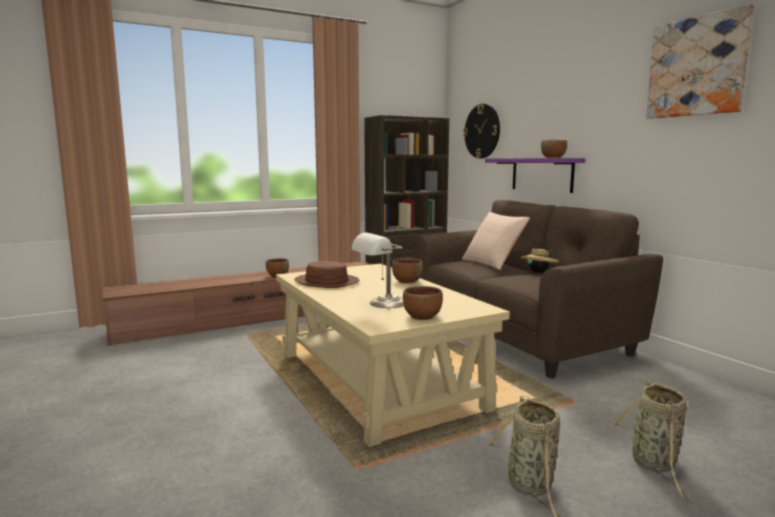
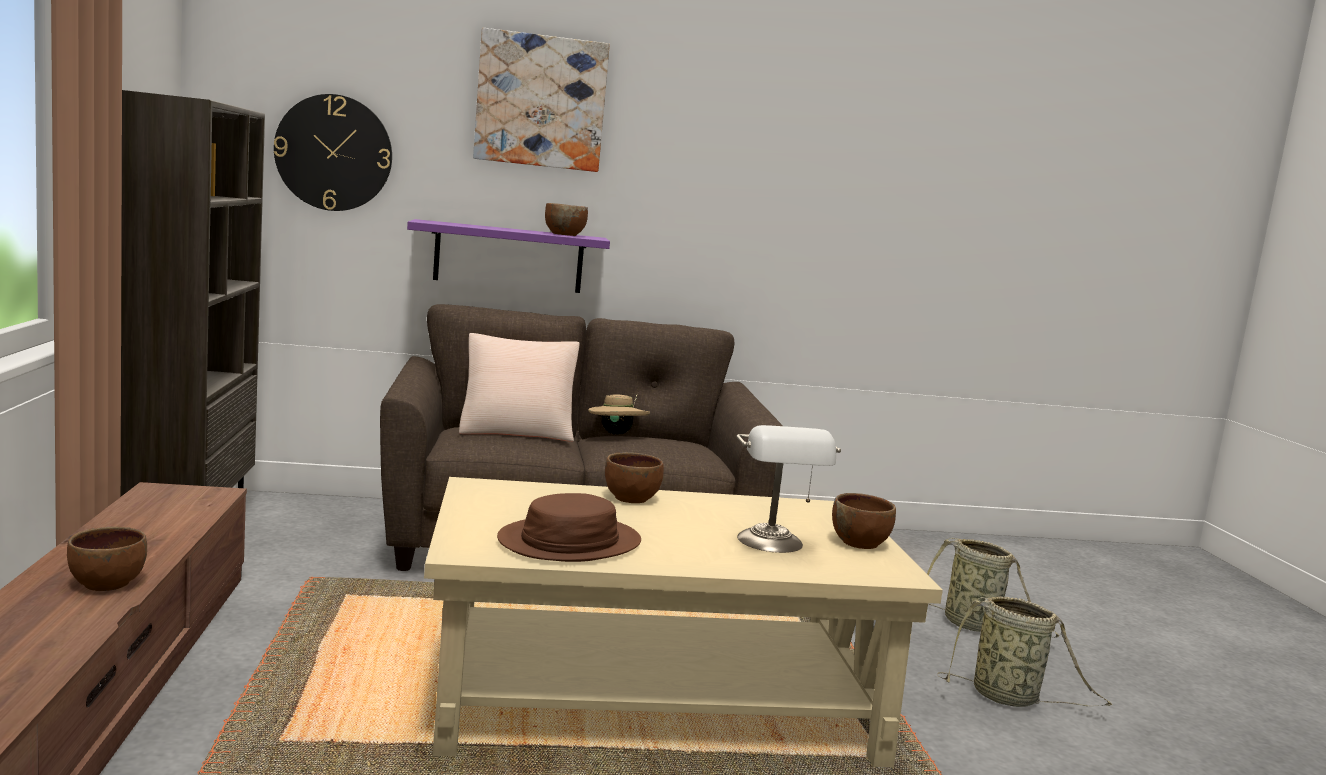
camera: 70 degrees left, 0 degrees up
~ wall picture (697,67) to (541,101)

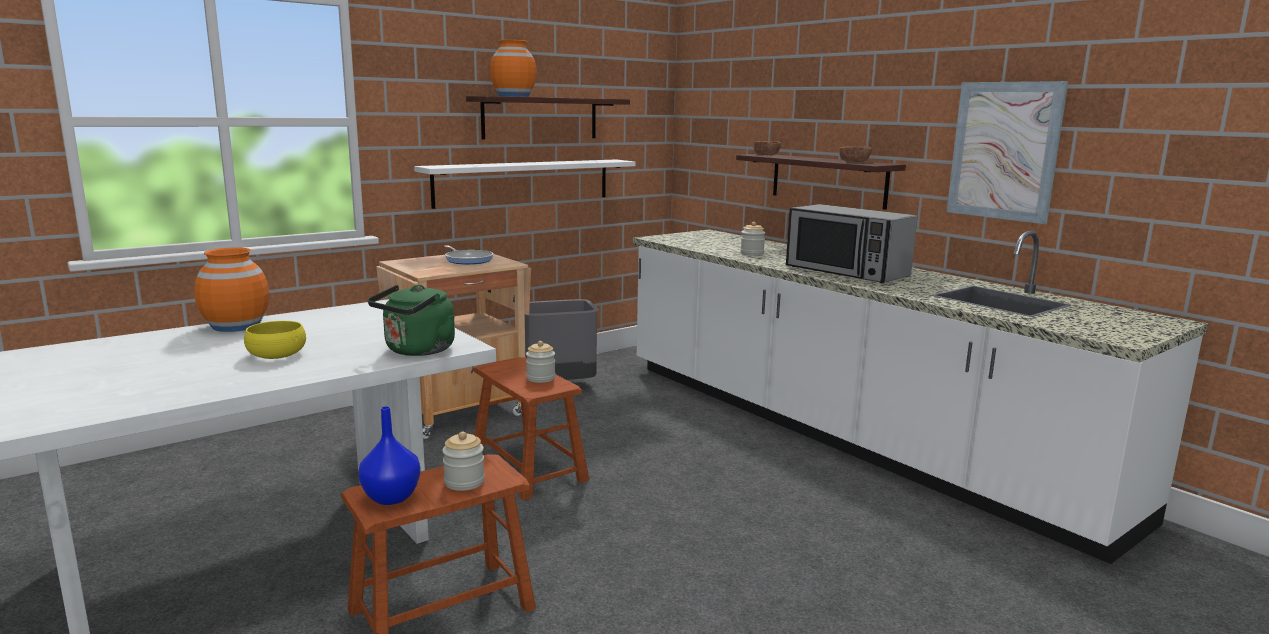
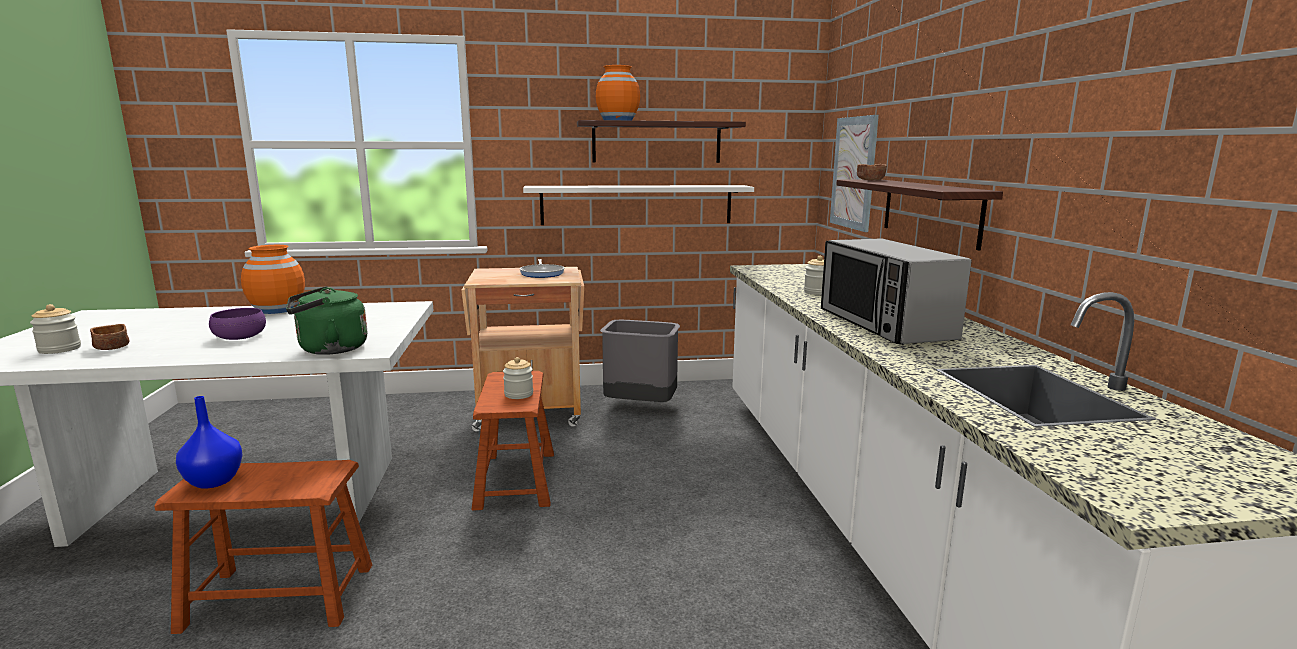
camera: 30 degrees right, 0 degrees up
~ preserve jar (464,482) to (59,349)
~ bowl (brownish) (854,161) to (112,347)
~ wall picture (1004,151) to (853,173)
~ bowl (yellow) (276,354) to bowl (purple-coloured) (239,336)

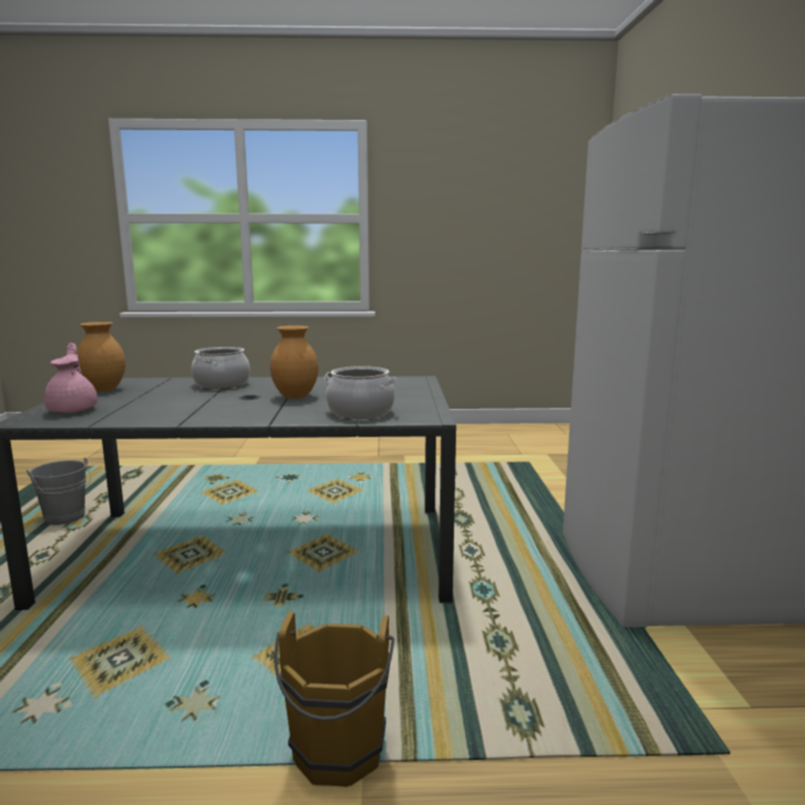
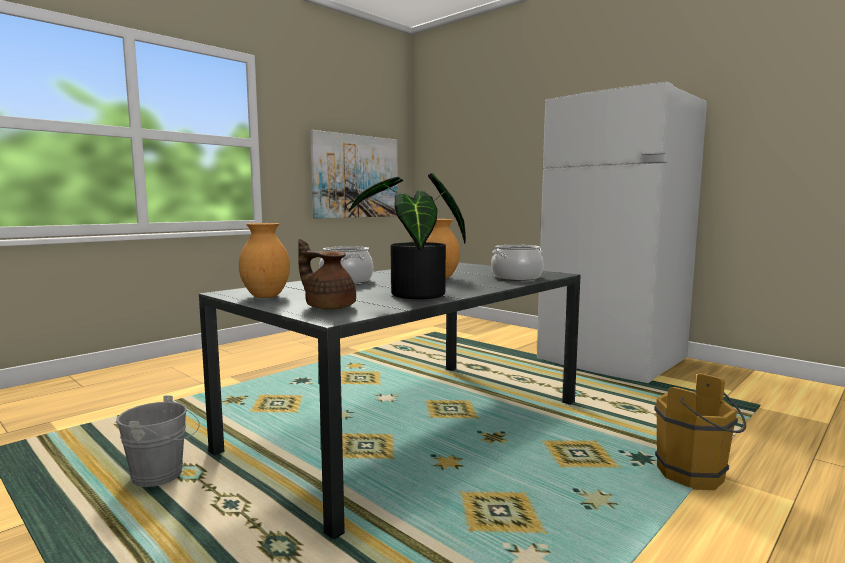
camera: 45 degrees left, 5 degrees down
+ wall picture (356,176)
+ houseplant (414,296)
~ teapot (pink) (74,409) to teapot (brownish) (329,307)

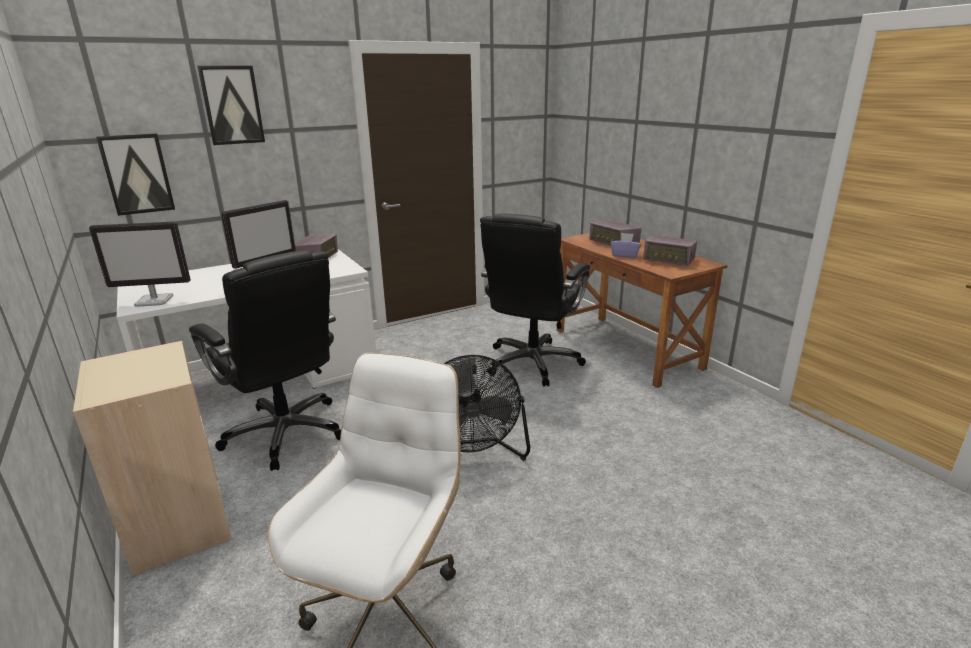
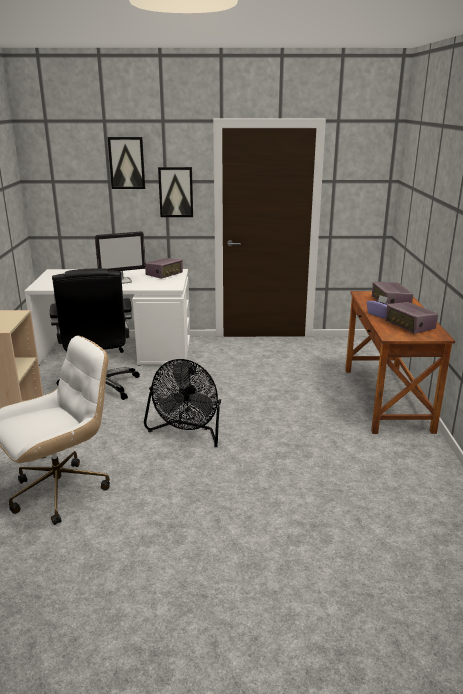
camera: 30 degrees right, 0 degrees up
- computer display (155,300)
- computer chair (black) (532,362)
~ wall picture (137,174) to (176,192)

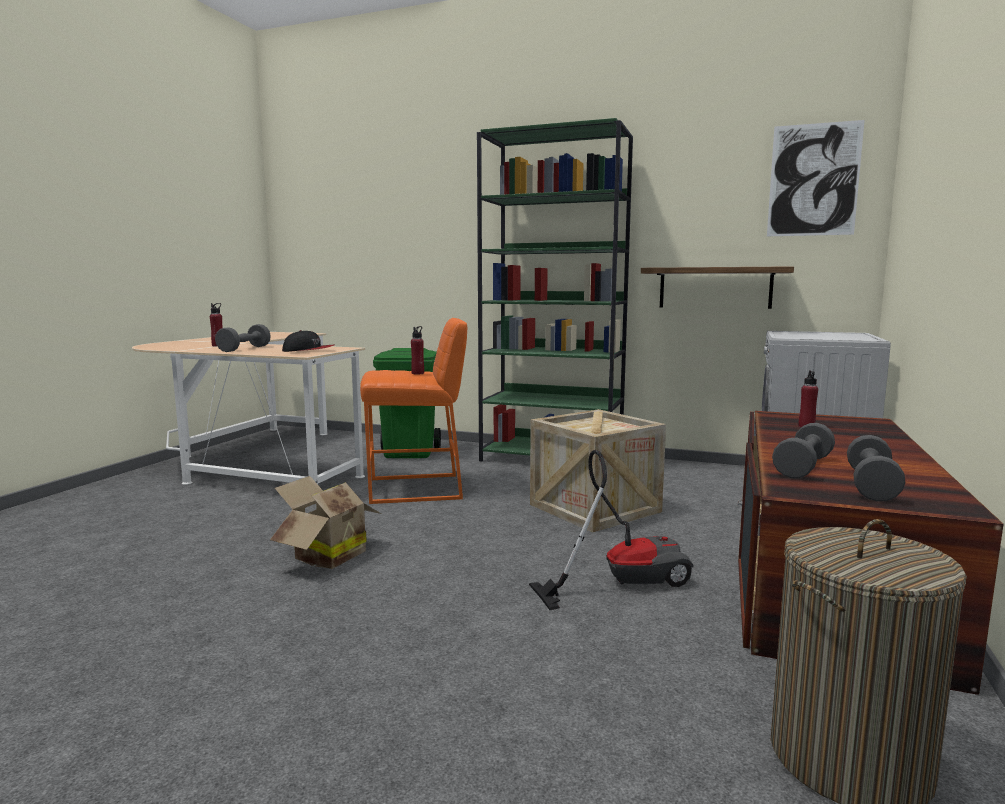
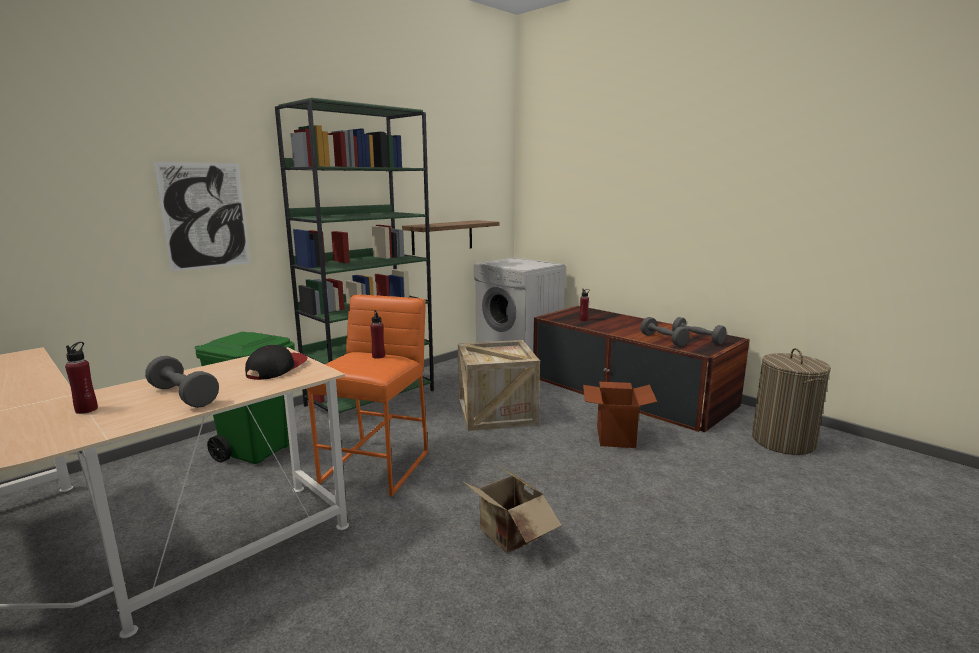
camera: 65 degrees left, 5 degrees up
~ wall picture (813,180) to (205,216)
~ vacuum (622,581) to packing box (615,436)

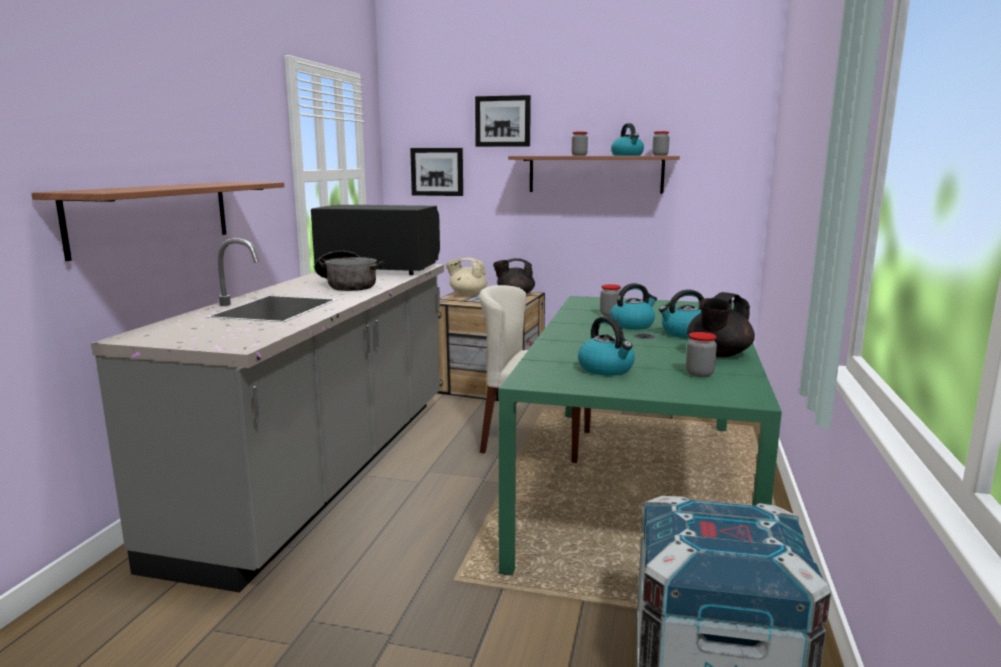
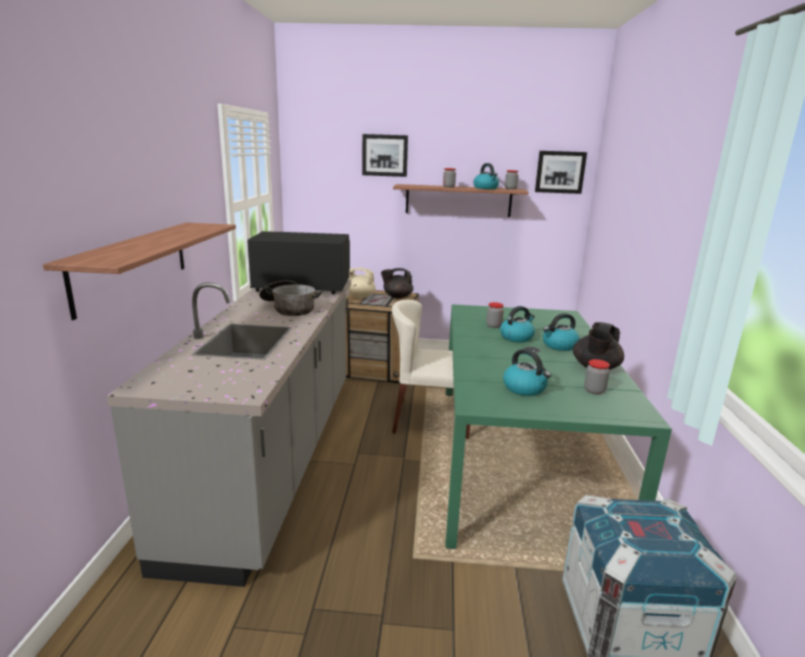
camera: 10 degrees left, 5 degrees up
~ wall picture (437,171) to (560,172)

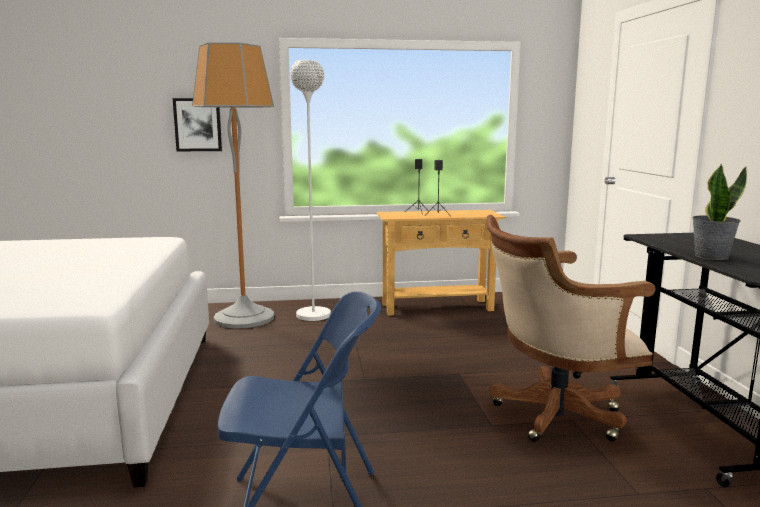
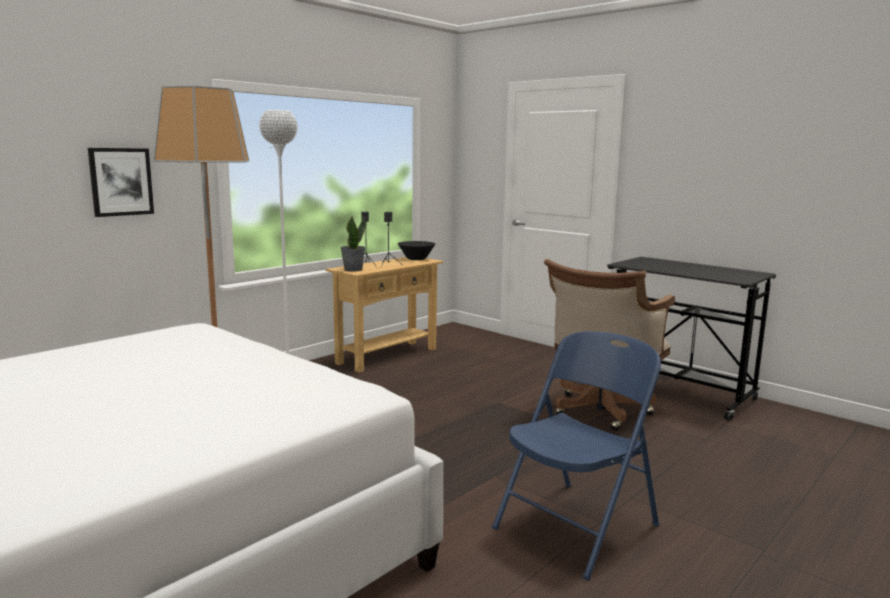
camera: 40 degrees left, 0 degrees up
+ bowl (black) (416,259)
~ houseplant (711,256) to (353,269)

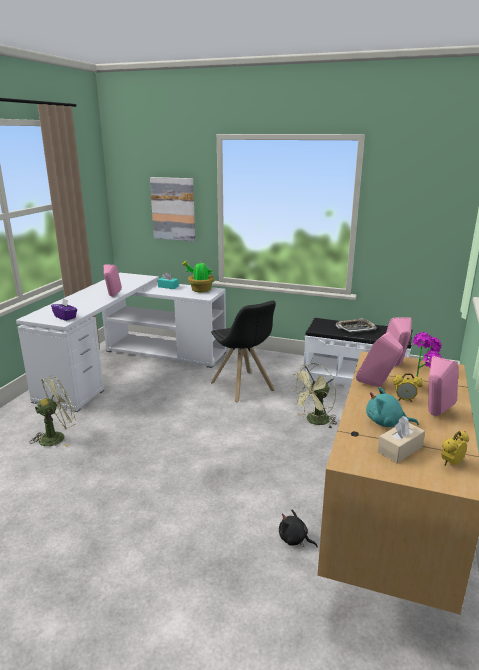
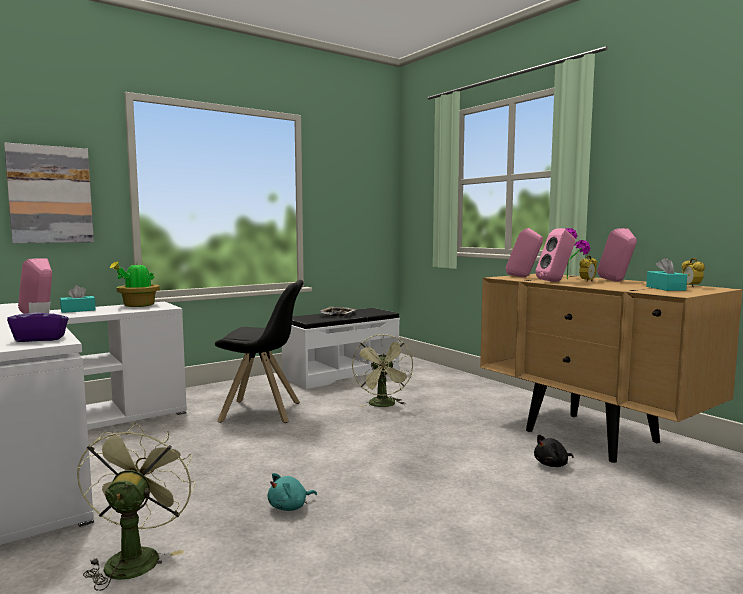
camera: 55 degrees left, 15 degrees down
~ soft toy (blue-green) (386,423) to (290,507)
~ tissue holder (beige-coloured) (400,449) to tissue holder (blue-green) (665,288)

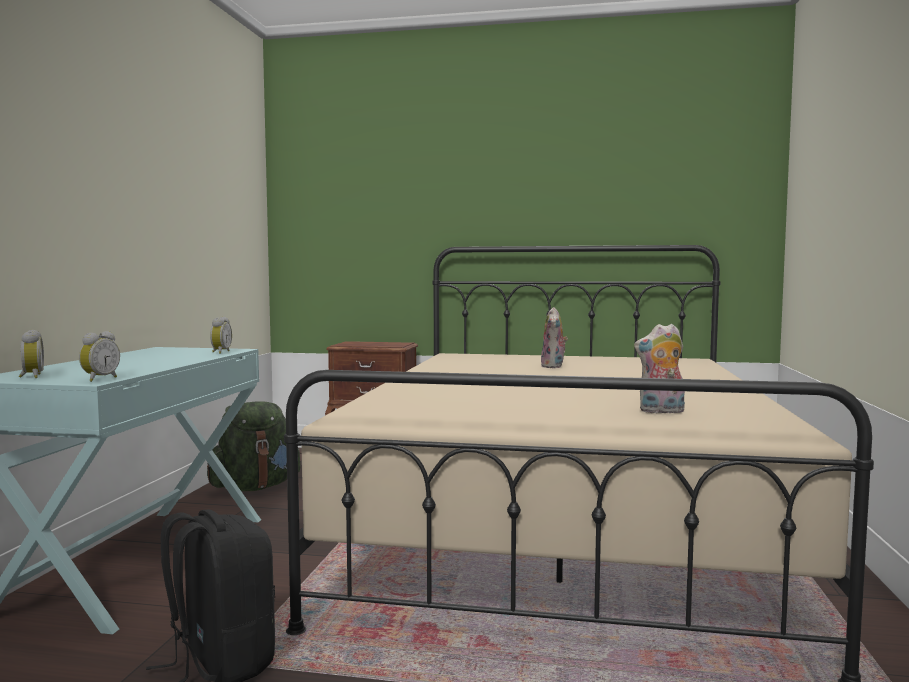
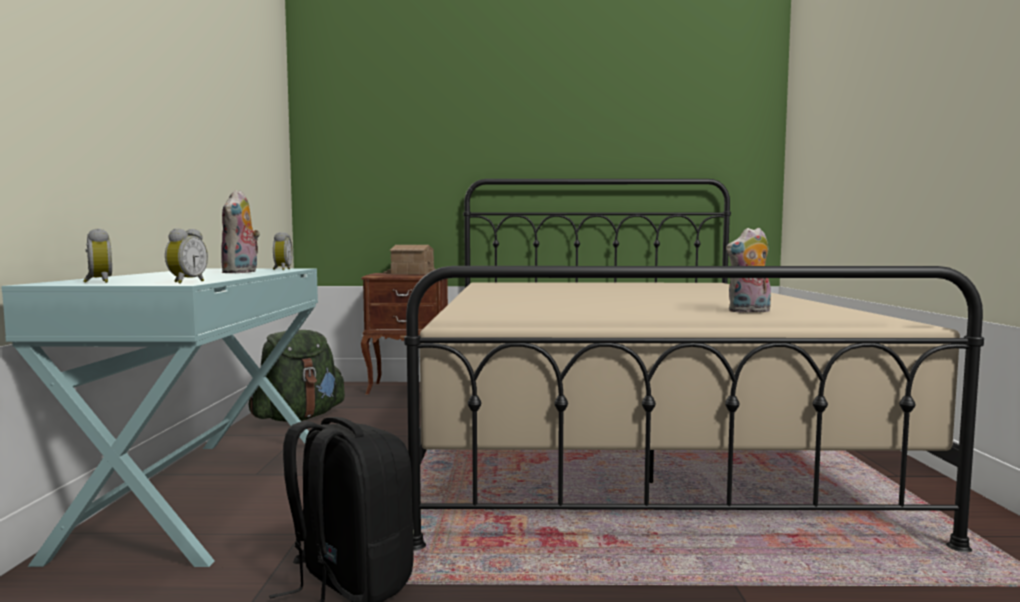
camera: 10 degrees left, 0 degrees up
+ model house (412,273)
~ soft toy (554,366) to (241,272)

